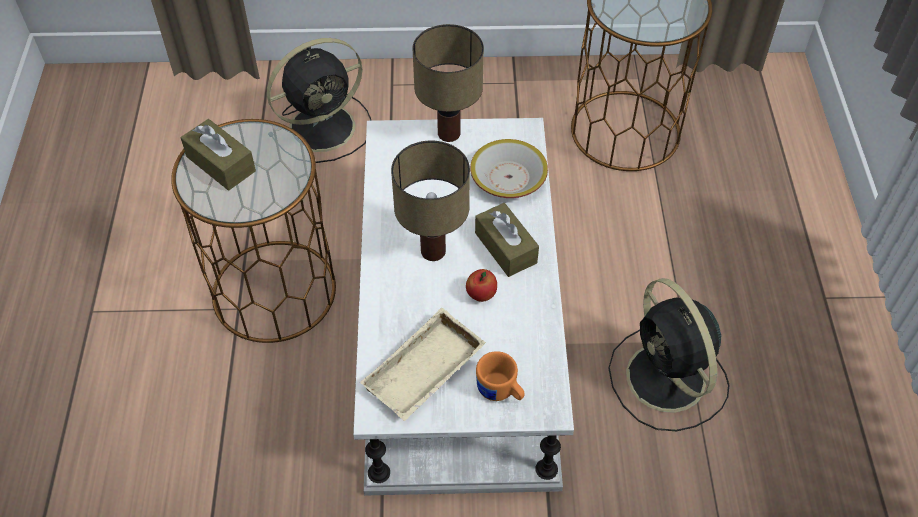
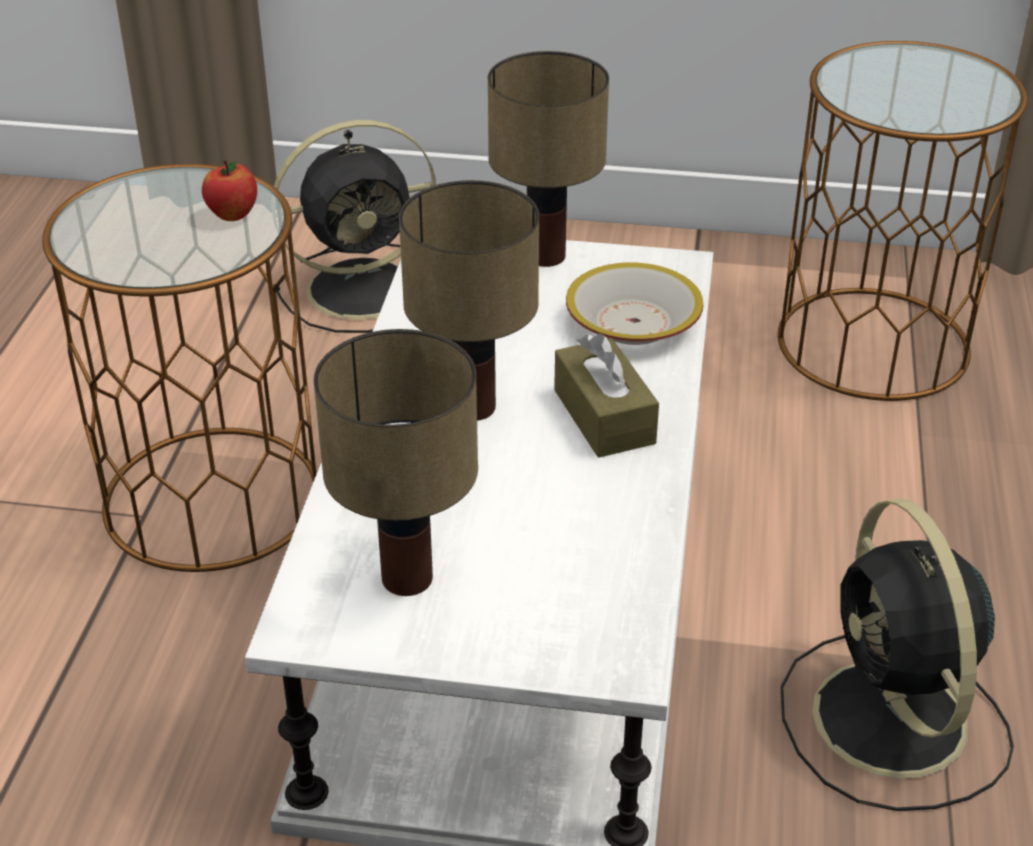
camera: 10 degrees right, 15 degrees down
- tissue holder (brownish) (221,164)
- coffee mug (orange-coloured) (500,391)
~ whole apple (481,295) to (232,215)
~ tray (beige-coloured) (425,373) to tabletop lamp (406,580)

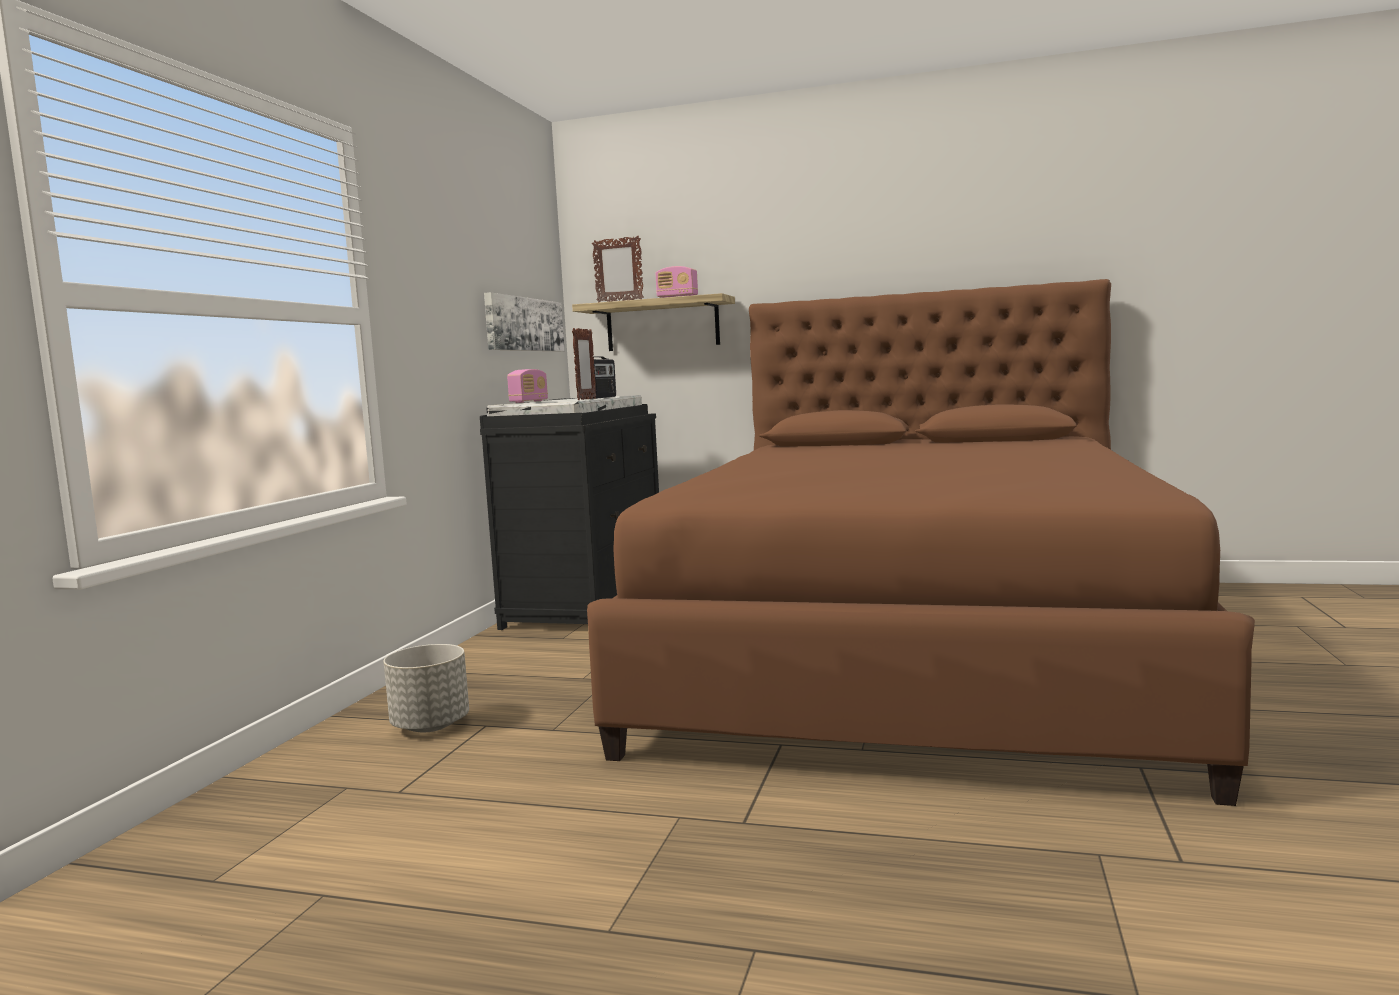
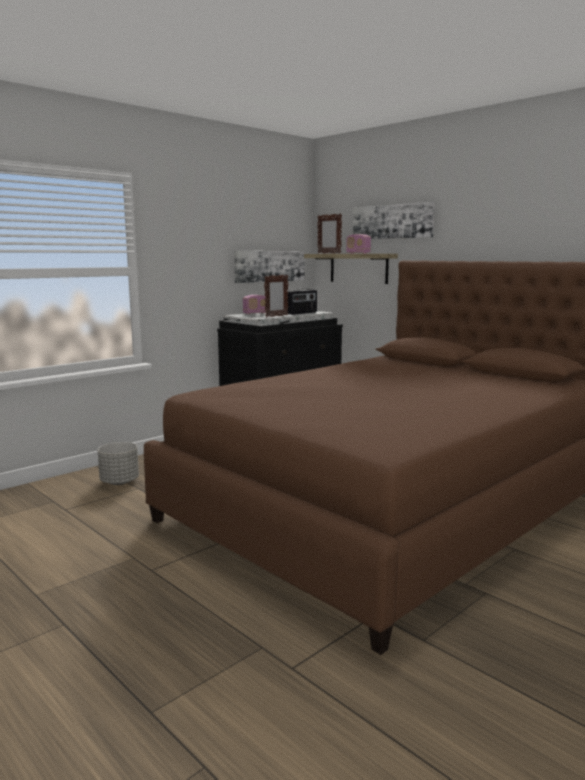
camera: 30 degrees right, 5 degrees up
+ wall picture (392,221)

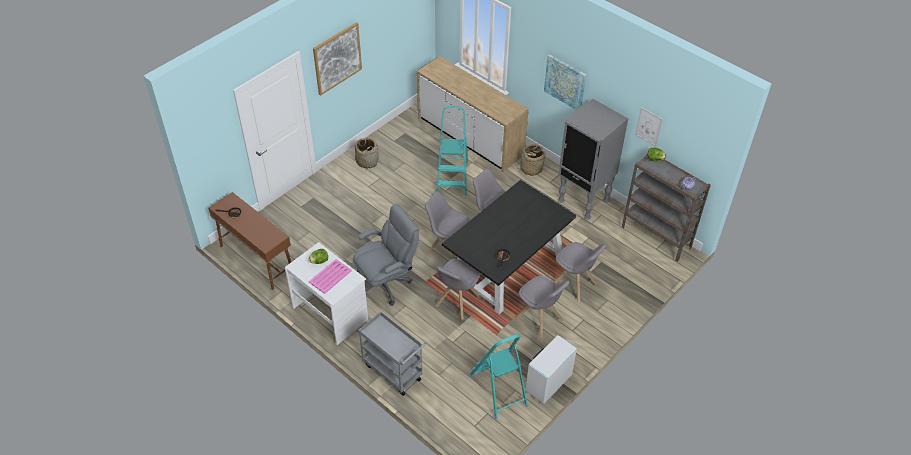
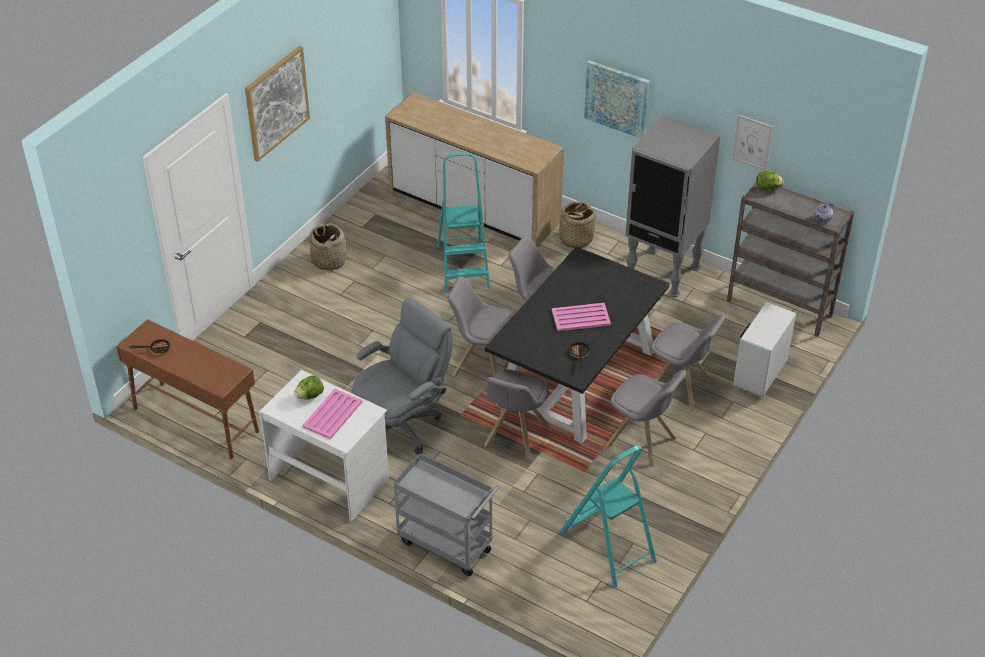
camera: 10 degrees left, 5 degrees down
+ tray (pink) (581,318)
~ night table (white-coloured) (547,384) to (758,375)

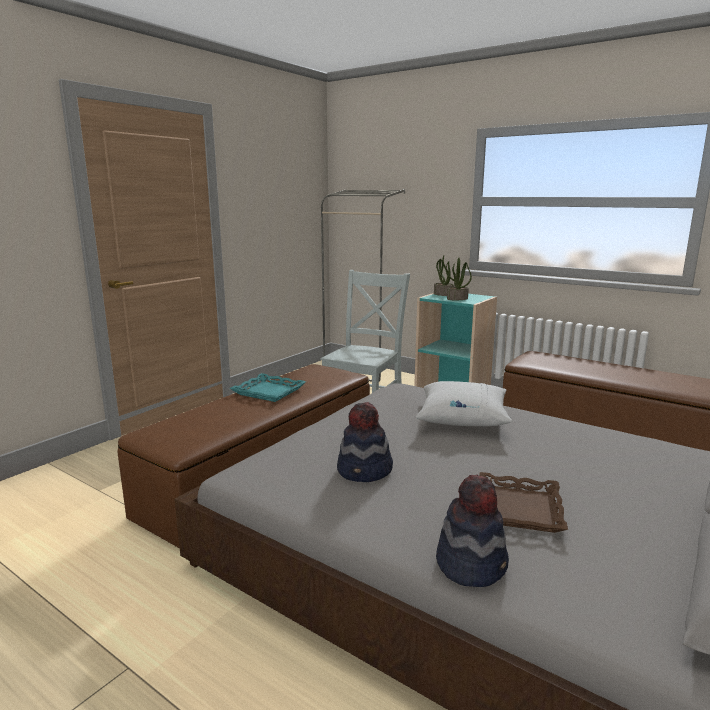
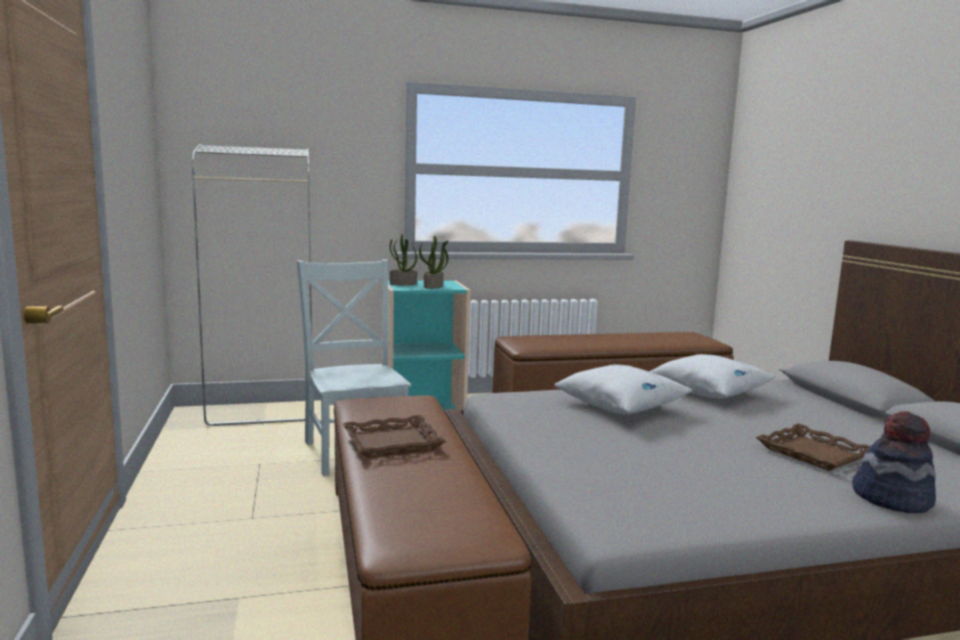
camera: 50 degrees left, 5 degrees down
- wearable hat (365,471)
+ throw pillow (grey) (709,392)
~ tray (blue-green) (269,392) to tray (brownish) (392,443)

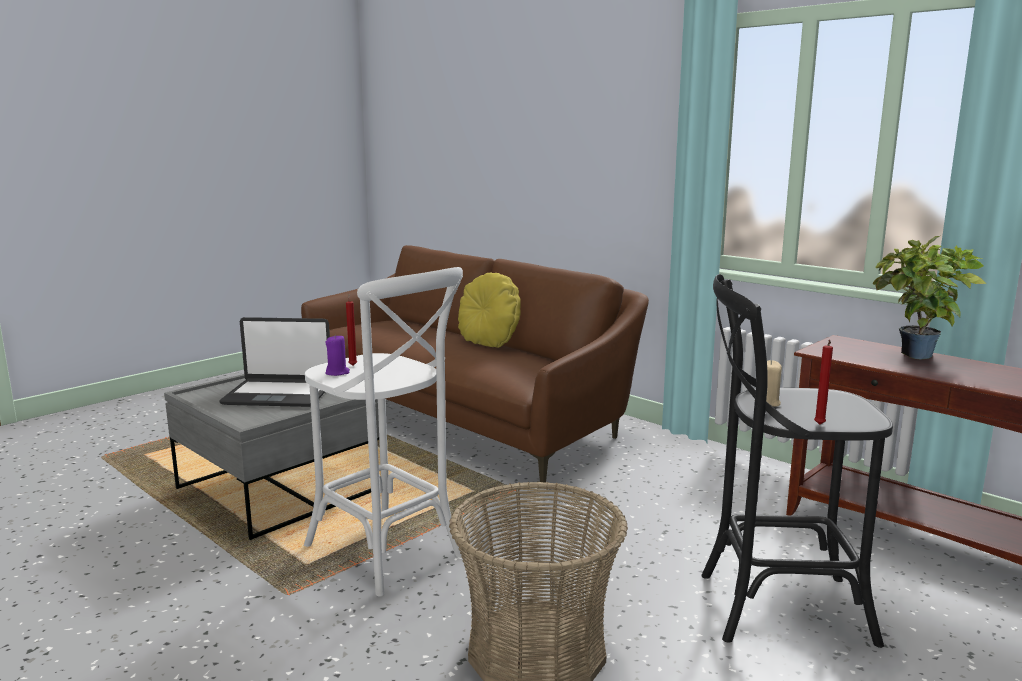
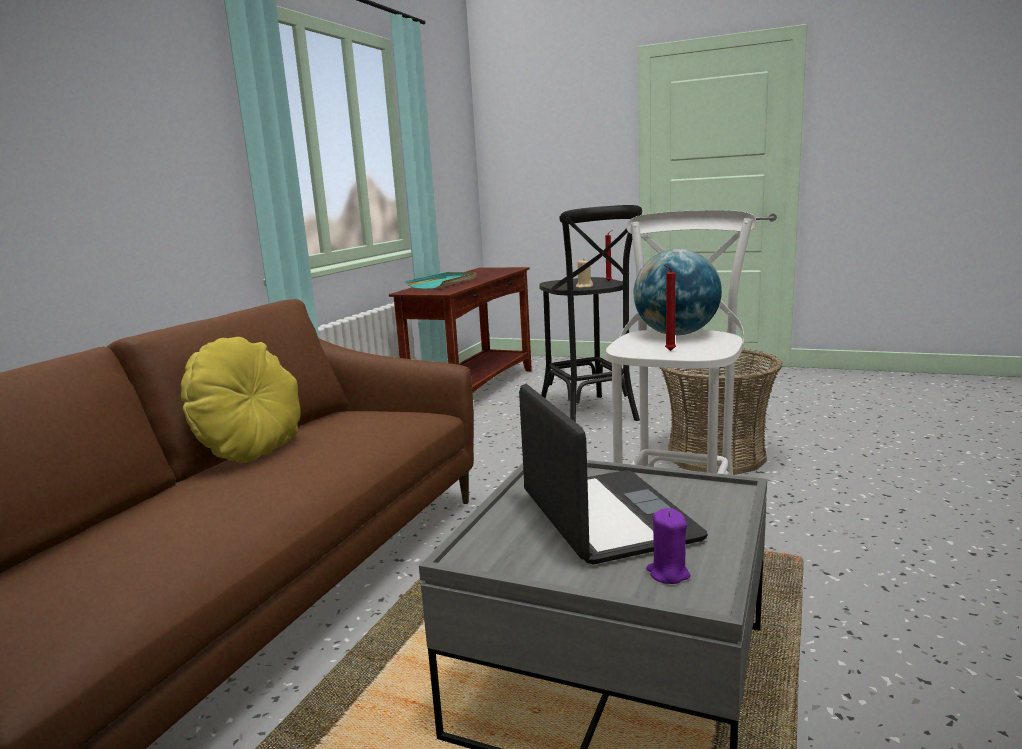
camera: 110 degrees left, 0 degrees up
+ desk globe (676,334)
~ wax light (purple-coloured) (337,372) to (668,573)
~ houseplant (916,358) to tray (blue-green) (444,283)

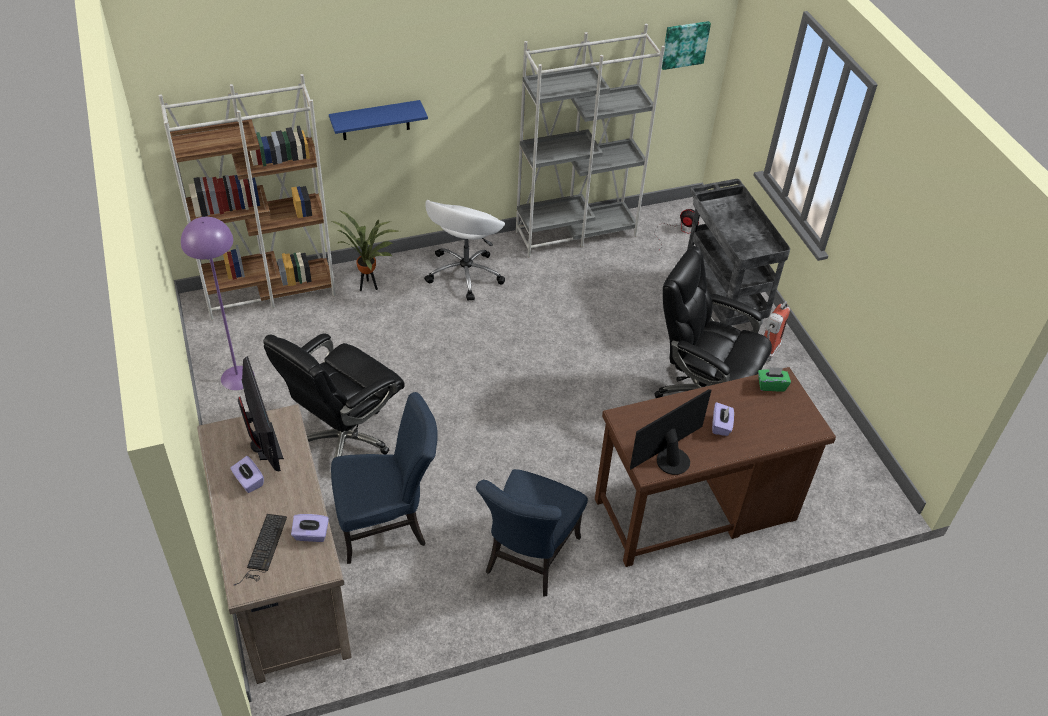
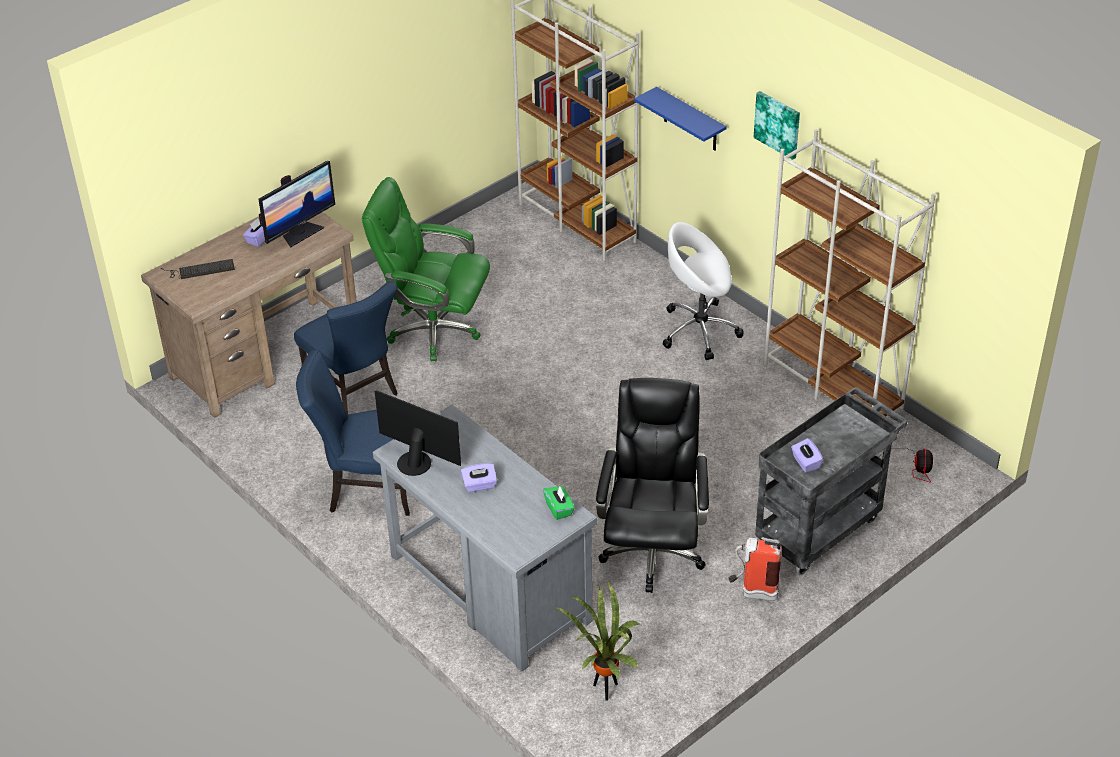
camera: 70 degrees right, 5 degrees down
- floor lamp (purple-coloured) (237,377)
~ tissue holder (purple-coloured) (311,535) to (805,463)
~ houseplant (369,287) to (605,690)
~ wall picture (684,44) to (778,124)
~ computer chair (black) (345,437) to computer chair (green) (436,331)
~ shelving unit (grey) (576,233) to shelving unit (brownish) (832,388)
~ desk unit (brownish) (695,510) to desk unit (grey) (488,588)

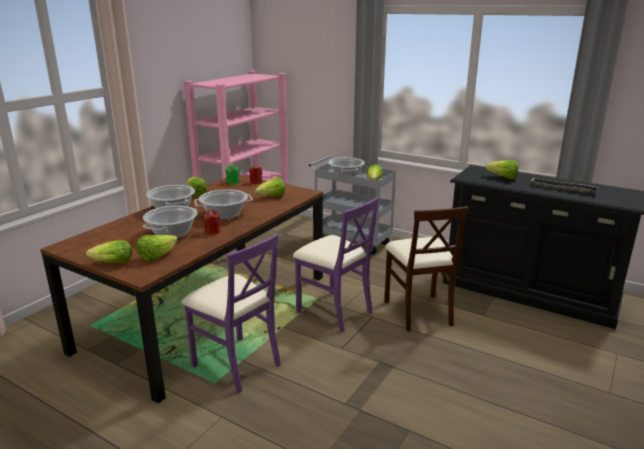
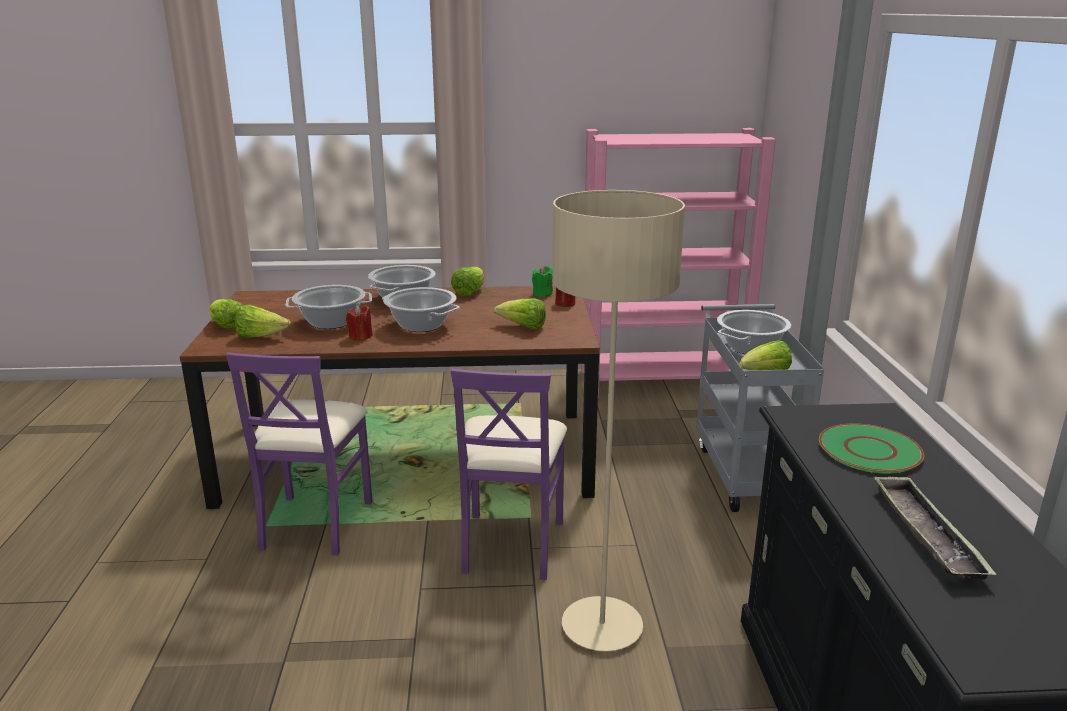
camera: 55 degrees right, 0 degrees up
~ chair (beige-coloured) (418,312) to floor lamp (beige-coloured) (602,627)
~ head of lettuce (503,178) to flat dish (green) (869,451)

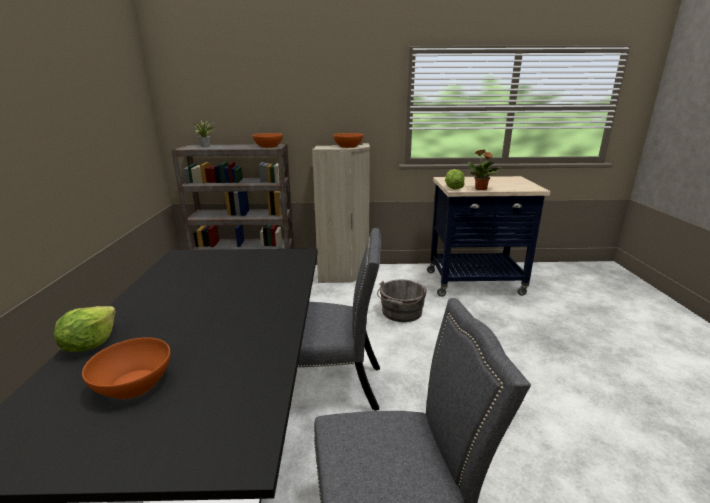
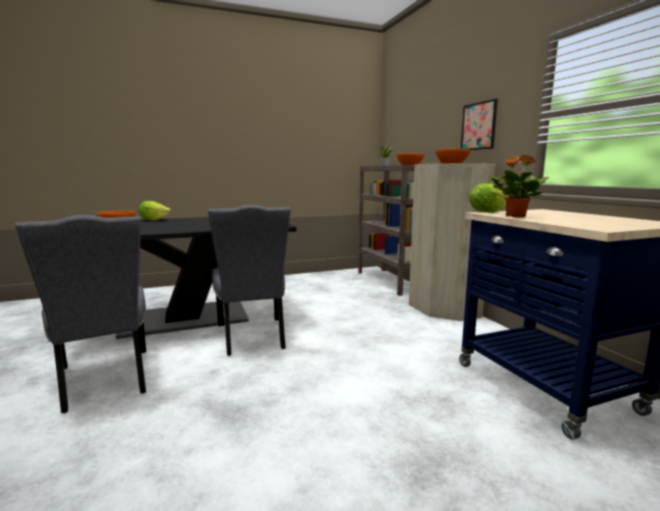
camera: 70 degrees right, 10 degrees down
- pail (grey) (401,313)
+ wall picture (478,126)

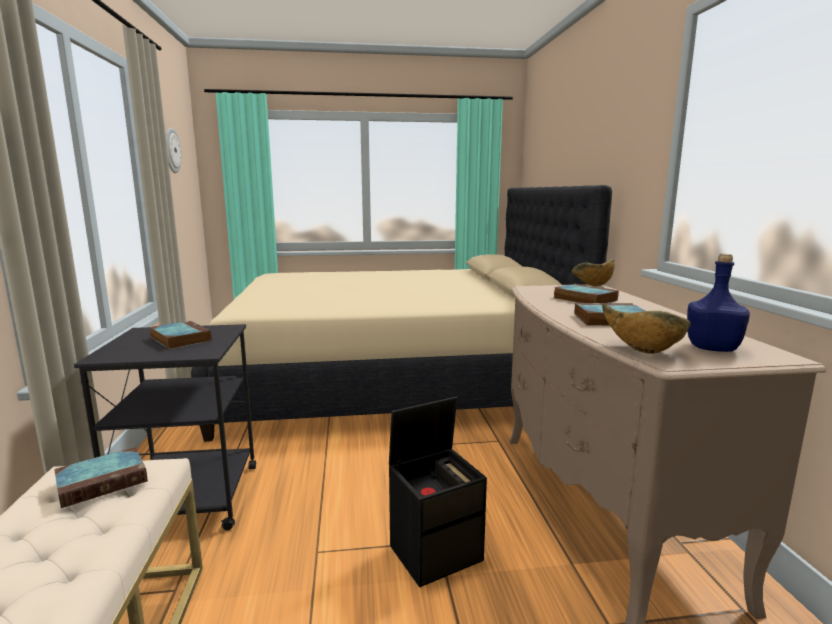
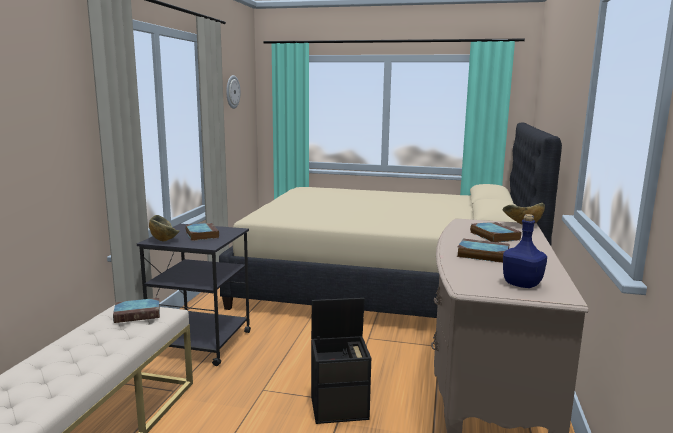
camera: 20 degrees right, 0 degrees up
~ bowl (640,350) to (164,239)

